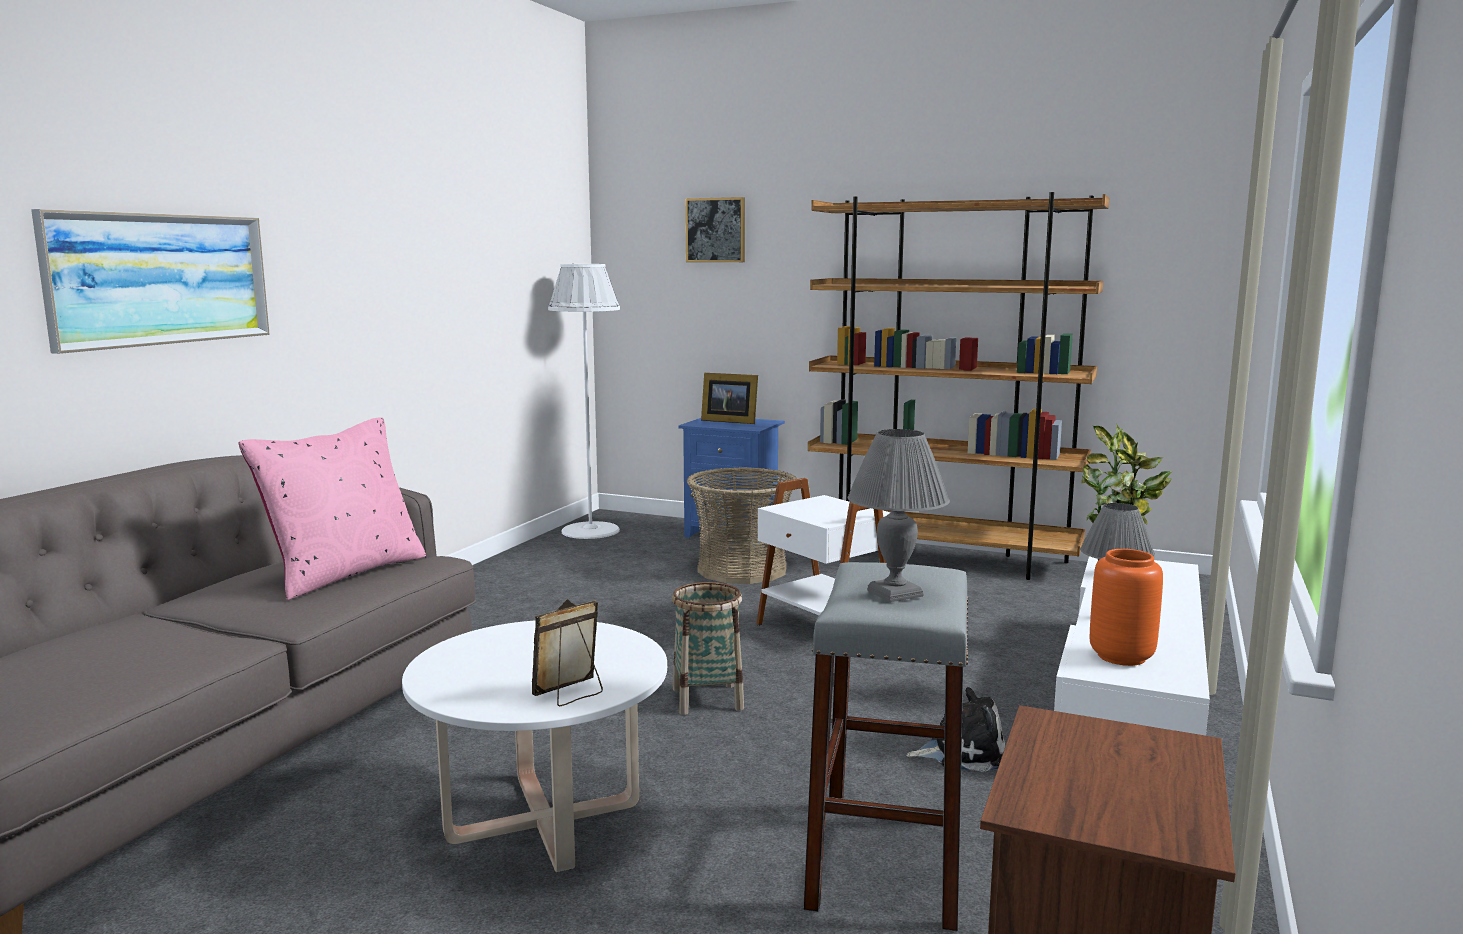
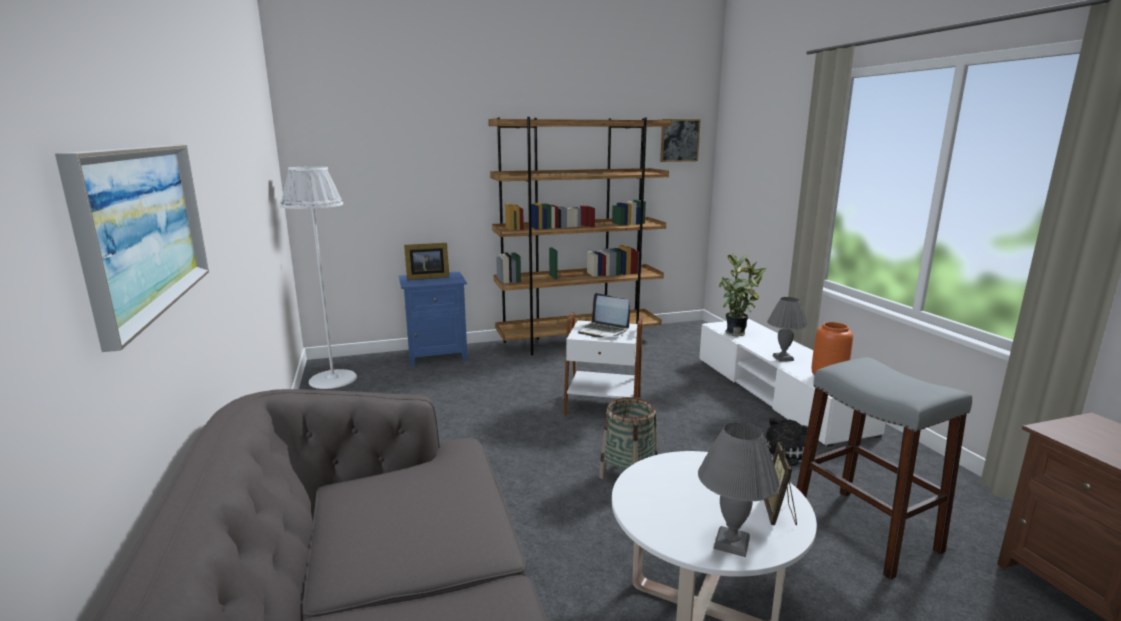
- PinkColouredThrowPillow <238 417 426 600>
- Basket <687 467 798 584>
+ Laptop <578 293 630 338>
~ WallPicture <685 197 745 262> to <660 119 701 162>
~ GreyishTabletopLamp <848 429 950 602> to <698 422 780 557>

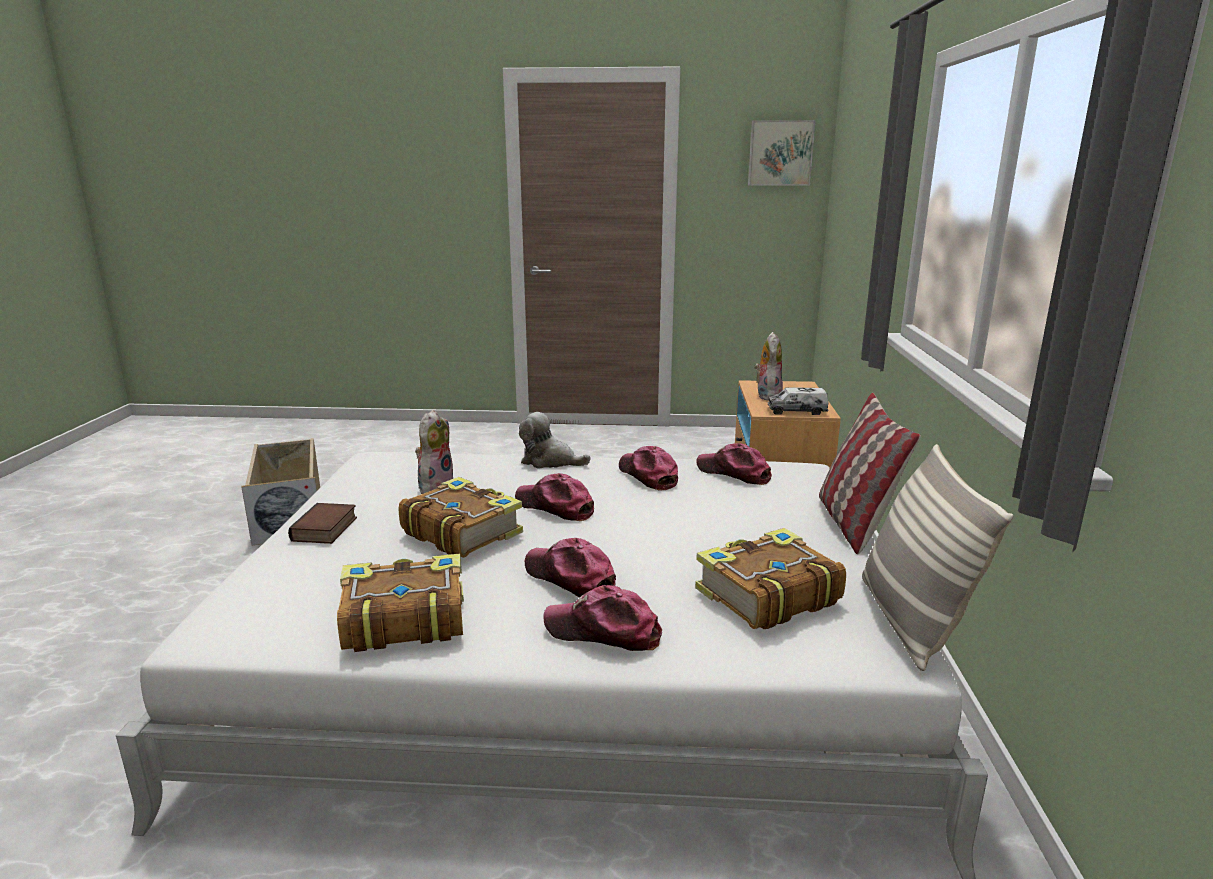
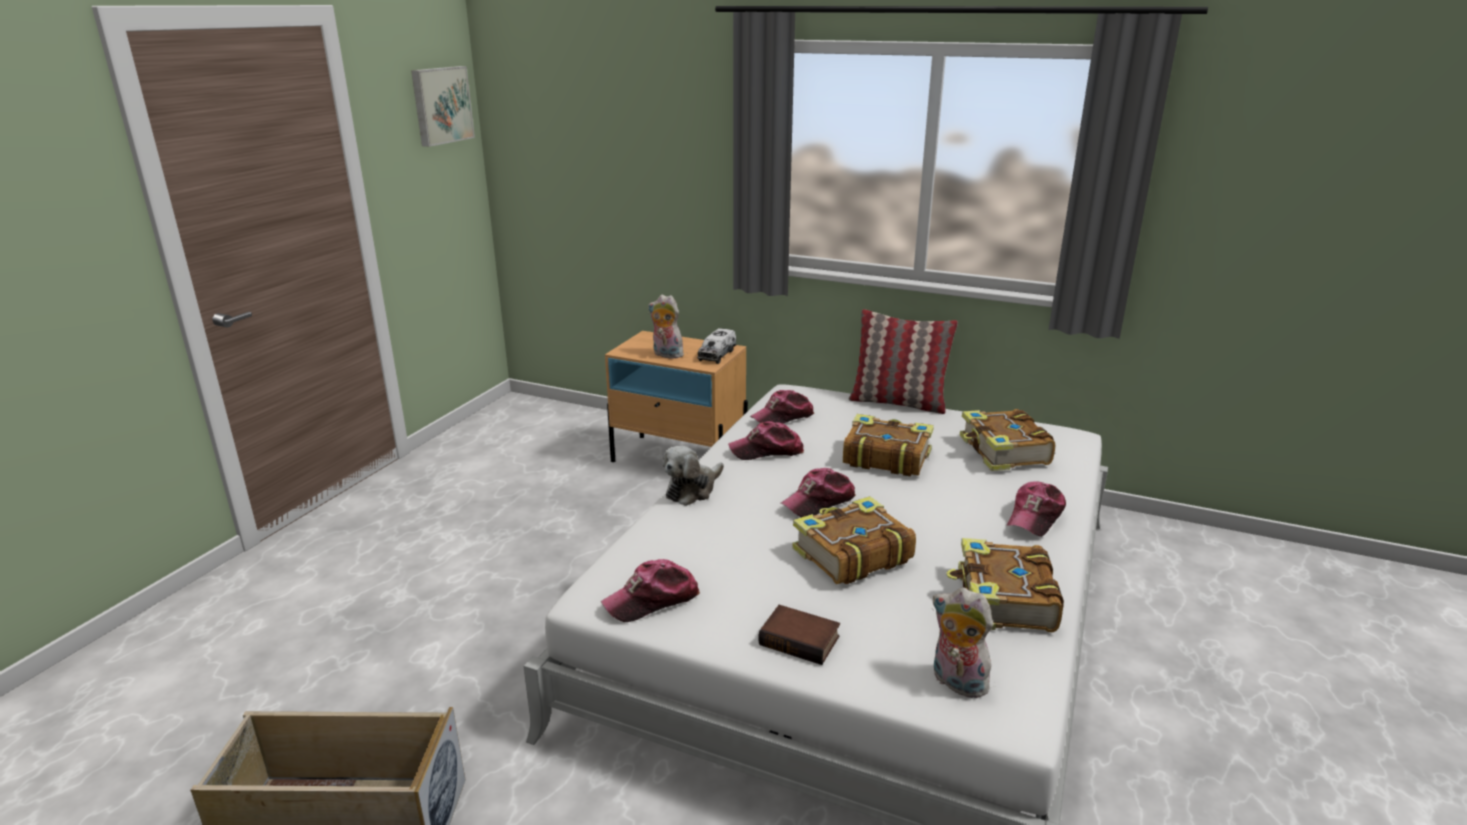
- ThrowPillow <862 444 1013 671>
+ BoundBook <843 414 934 477>
~ PlushToy <415 410 453 494> to <933 588 993 698>
~ PeakedCap <524 538 616 597> to <601 559 700 622>

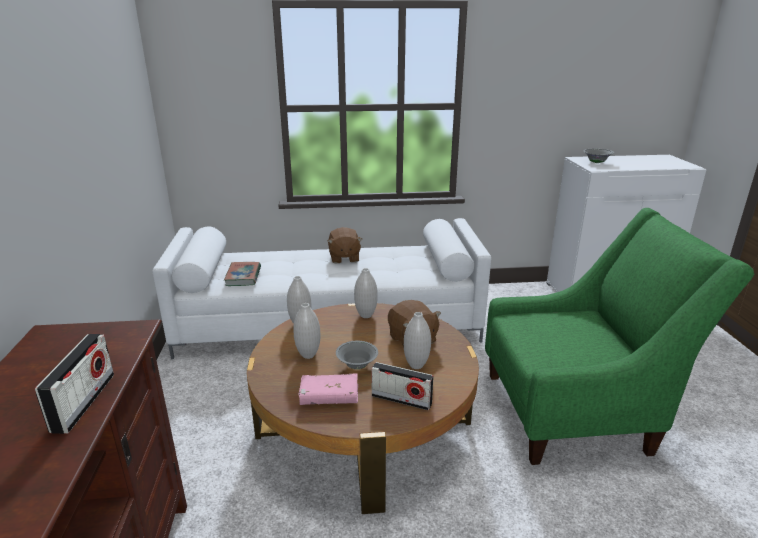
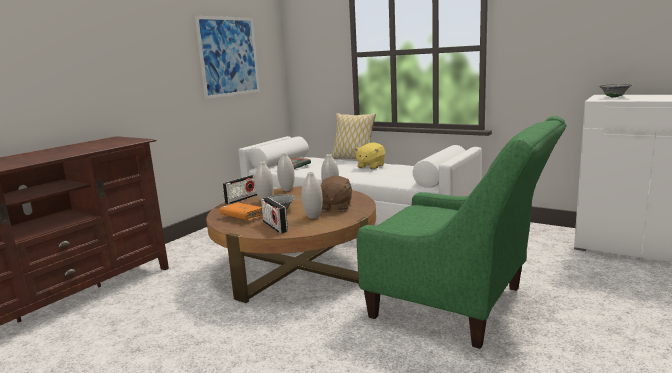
+ WallPicture <195 16 260 99>
+ ThrowPillow <331 113 376 159>
~ RadioReceiver <35 334 114 434> to <223 175 257 204>
~ PinkColouredBoundBook <298 373 358 405> to OrangeyBoundBook <220 202 262 220>
~ BrownColouredPlushToy <328 227 362 264> to YellowPlushToy <354 142 385 169>

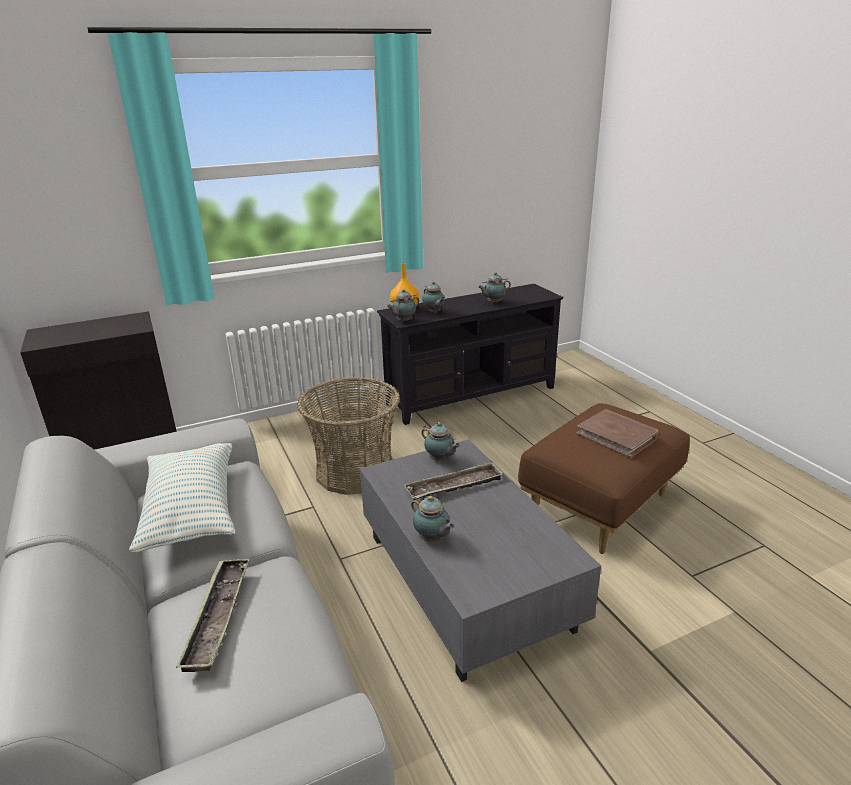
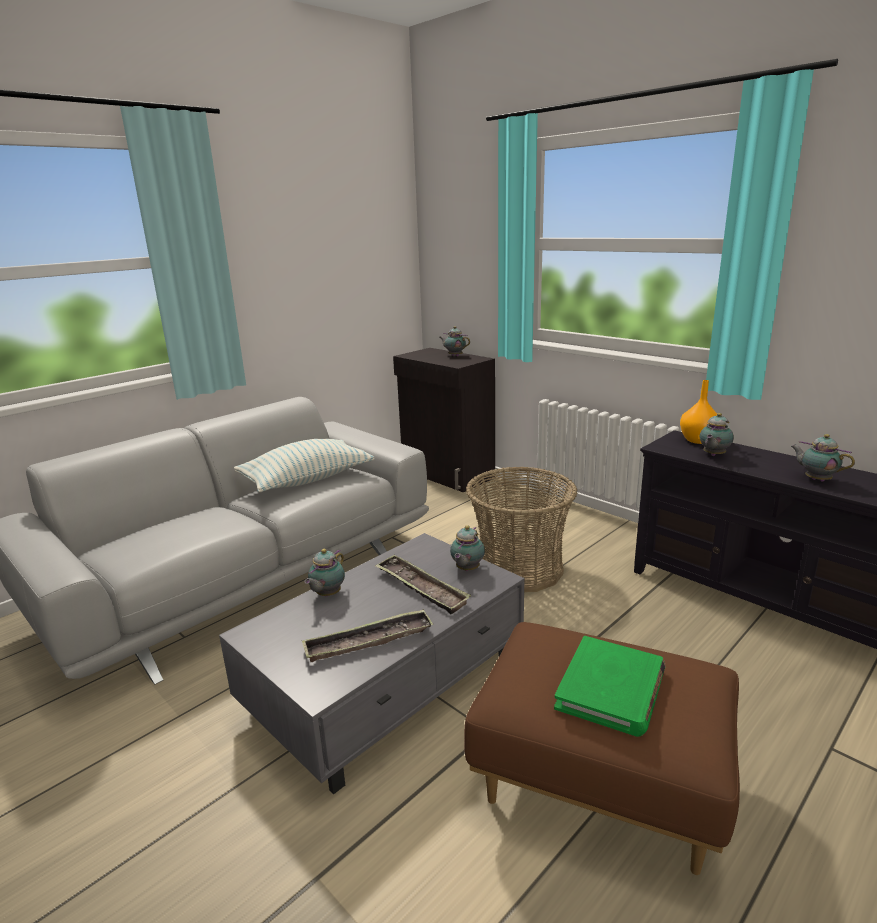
~ CarryingTray <176 559 249 672> to <302 609 433 662>
~ Teapot <387 289 419 322> to <439 326 470 357>
~ BrownColouredBoundBook <576 409 659 458> to GreenishBoundBook <554 636 666 737>

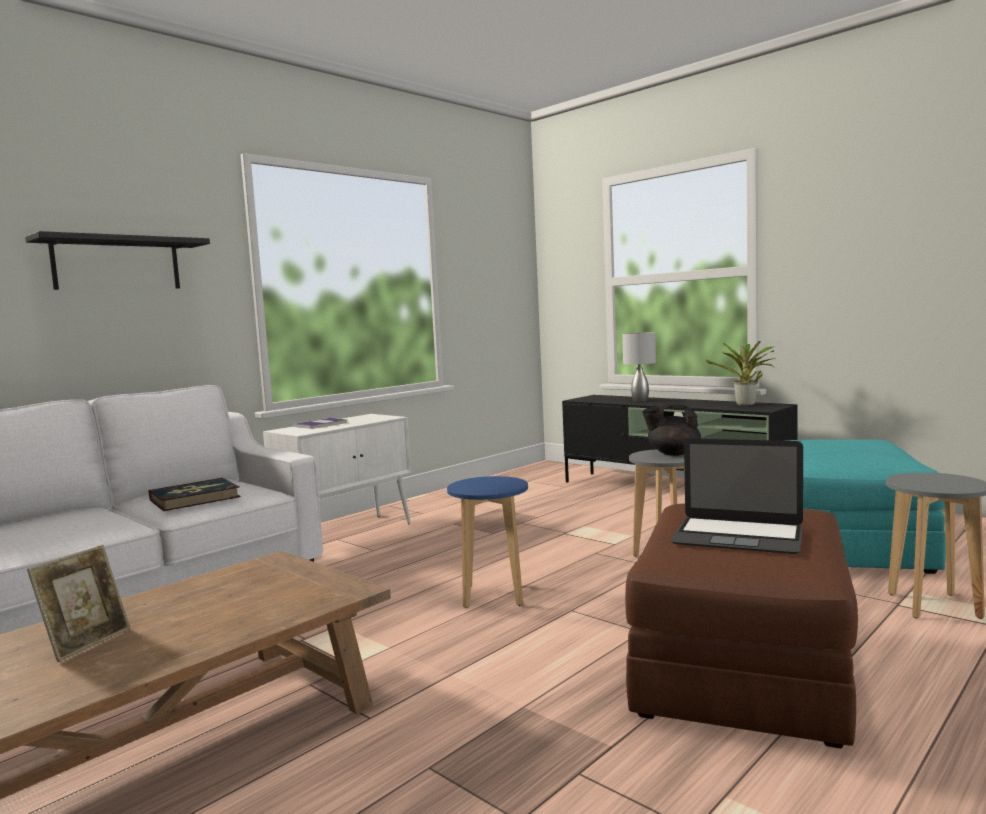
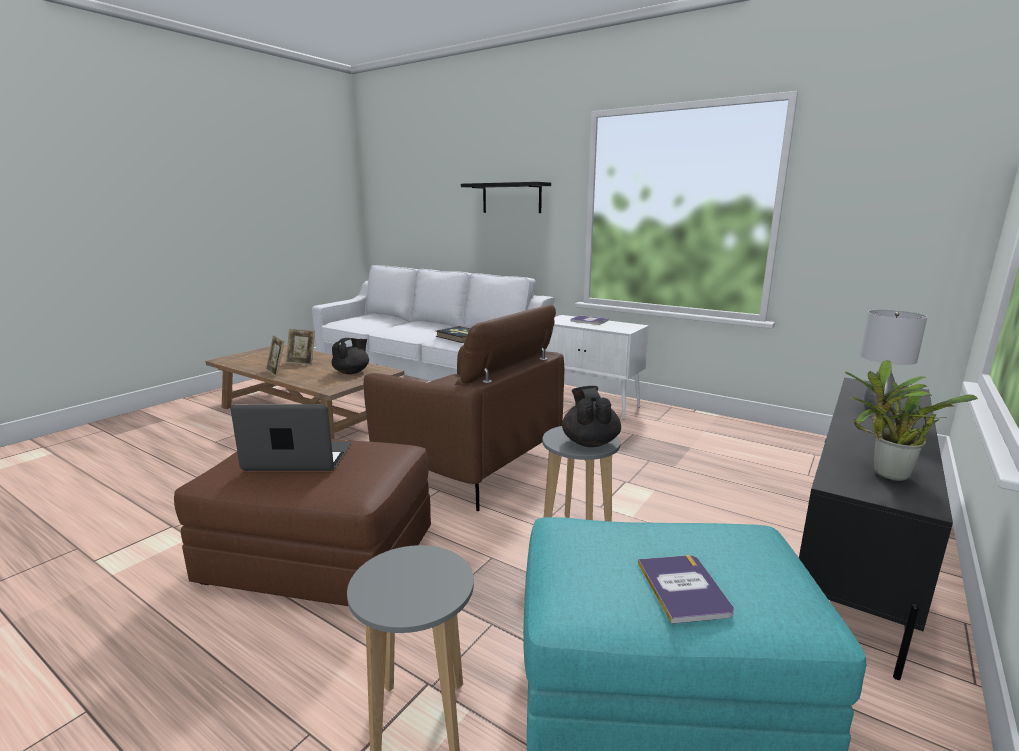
+ PictureFrame <266 335 284 377>
+ BlackColouredTeapot <332 338 369 374>
+ BoundBook <638 555 734 624>
~ BluishSittingStool <447 476 528 608> to BrownColouredEasyChair <364 304 564 511>
~ Laptop <671 438 803 554> = <231 404 352 471> 75 degrees clockwise

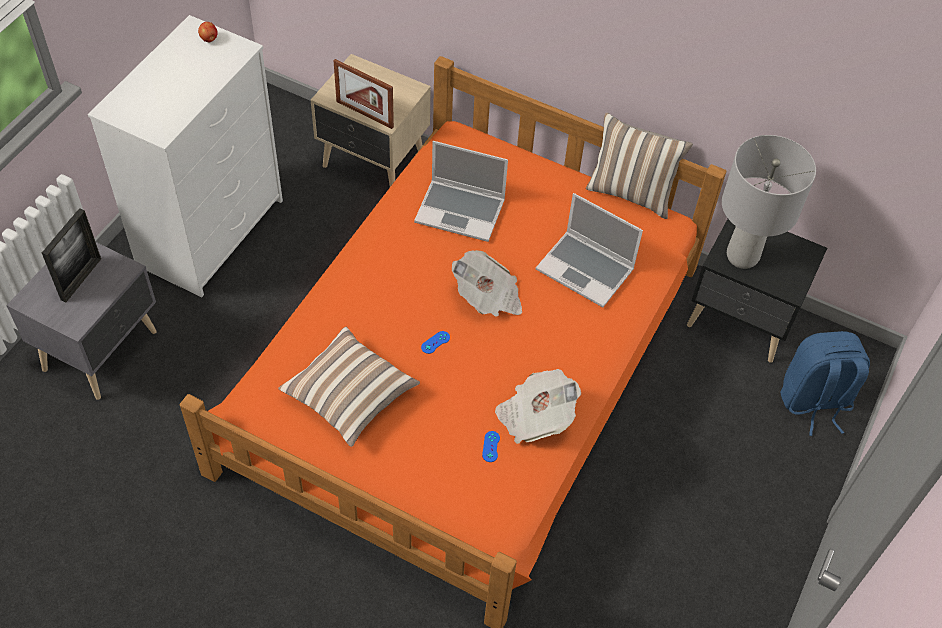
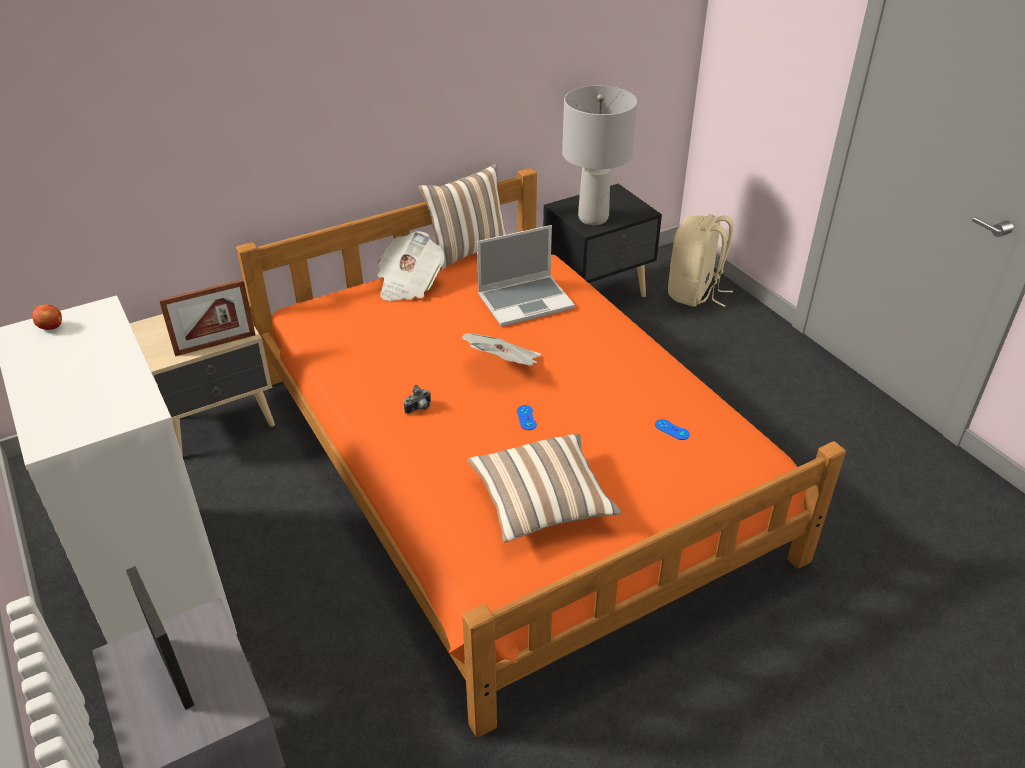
- Laptop <414 141 508 242>
+ StillCamera <404 385 431 414>
~ PrintedPaper <495 369 581 444> to <377 231 445 301>
~ BluishBackpack <780 331 870 436> to BeigeColouredBackpack <668 214 734 307>

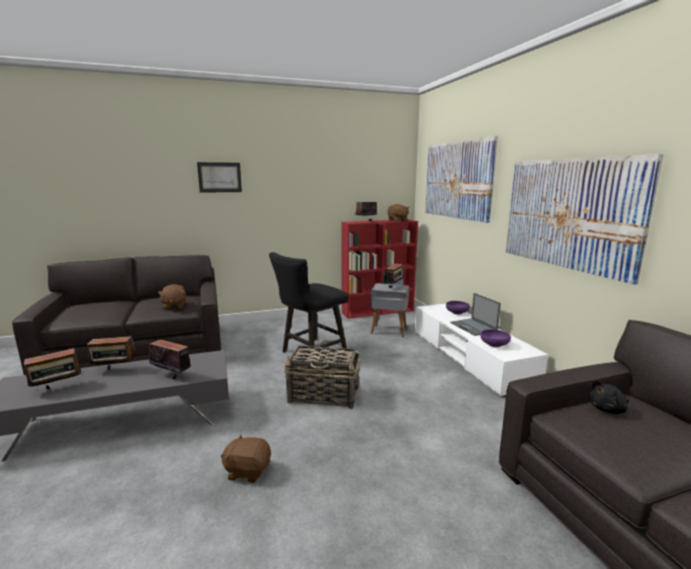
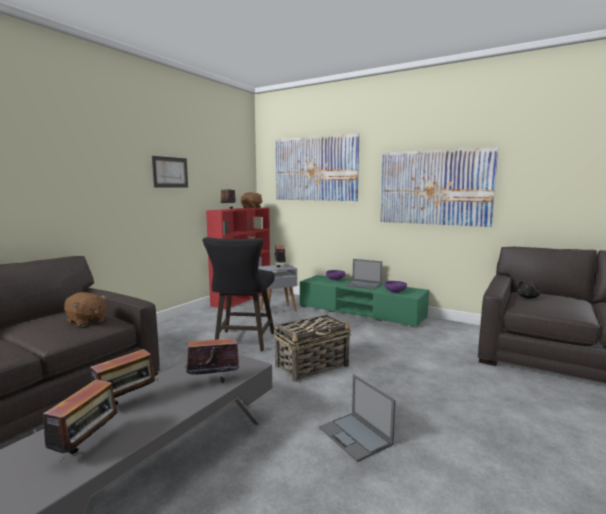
~ WallPicture <197 162 242 193> to <152 156 188 187>
~ BrownColouredPlushToy <221 434 271 483> to Laptop <319 374 395 462>
~ WhitishMediaConsole <415 304 548 398> to GreenishMediaConsole <300 275 429 328>

